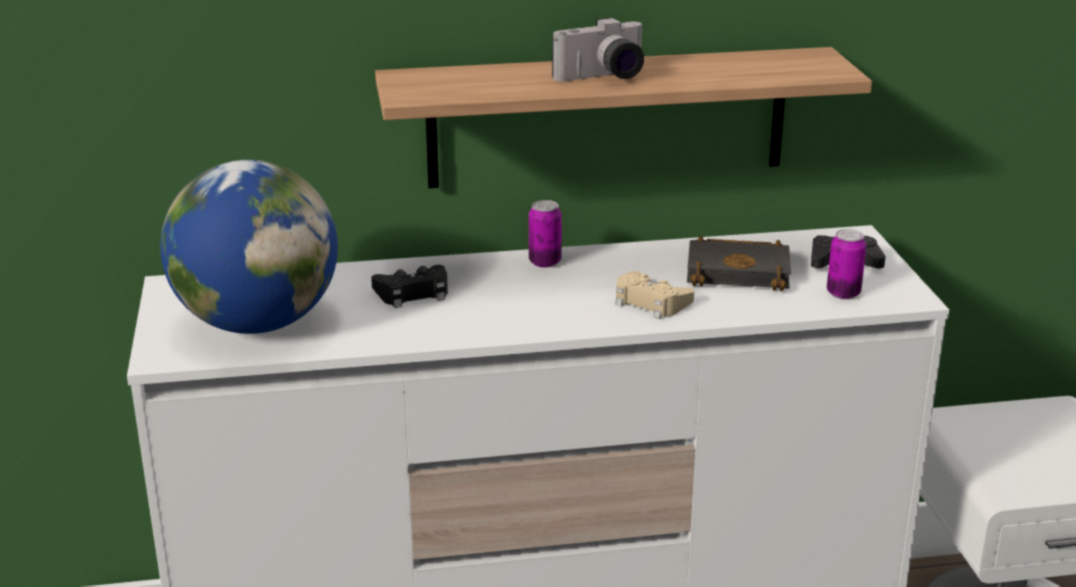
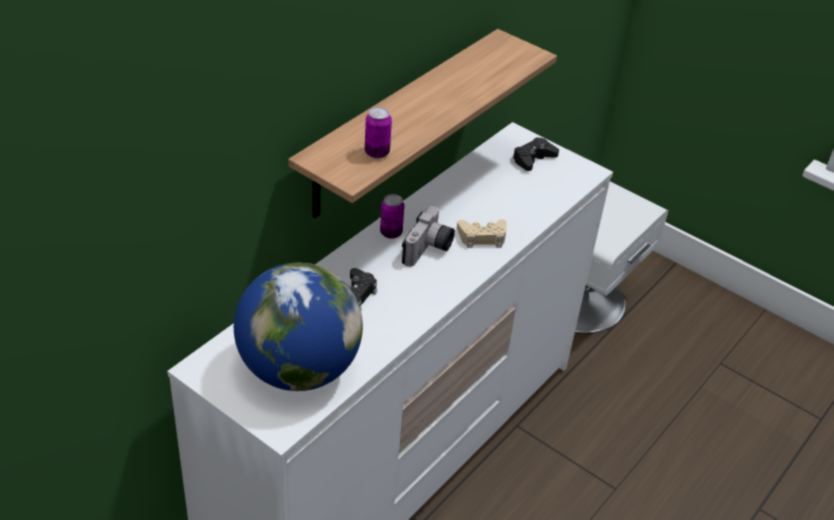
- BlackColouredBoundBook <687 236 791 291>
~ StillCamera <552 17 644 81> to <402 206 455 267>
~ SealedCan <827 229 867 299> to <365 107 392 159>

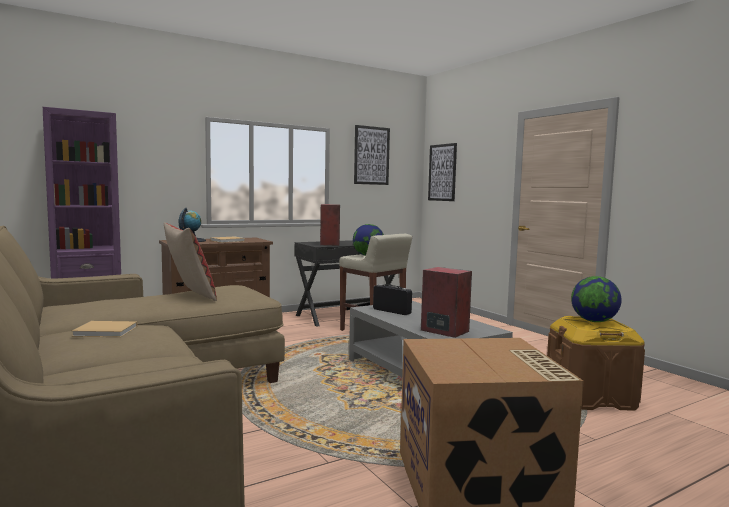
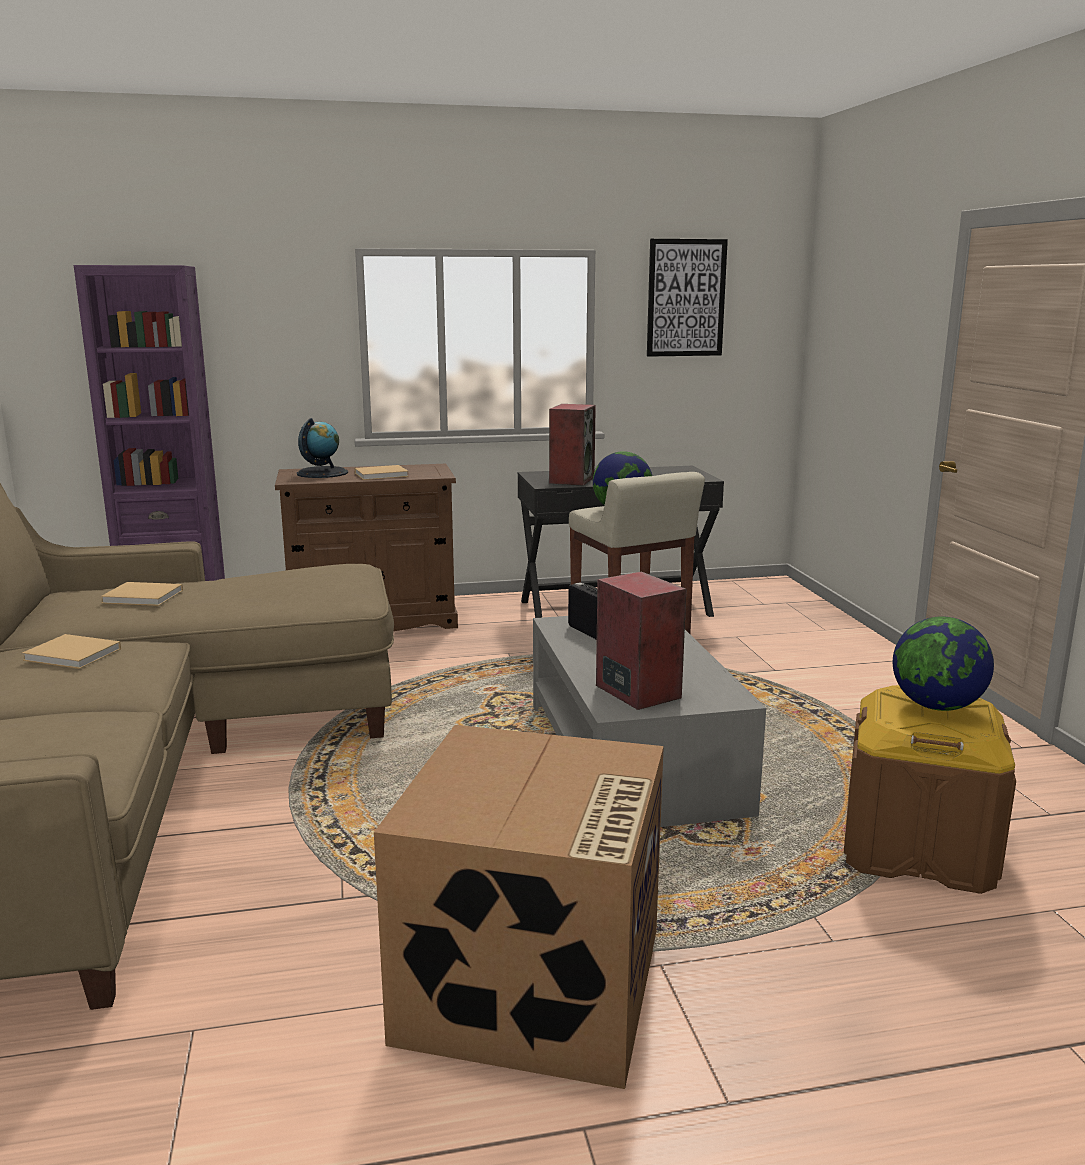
- ThrowPillow <164 222 217 301>
- WallPicture <428 143 457 201>
+ BeigeColouredBoundBook <100 582 183 606>

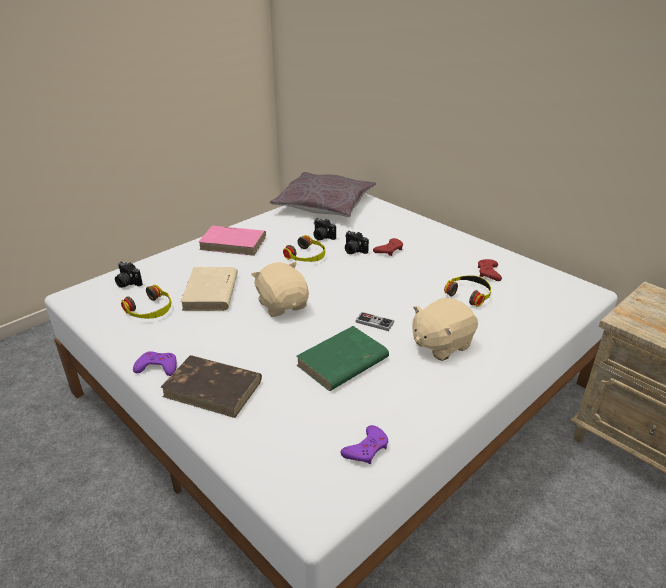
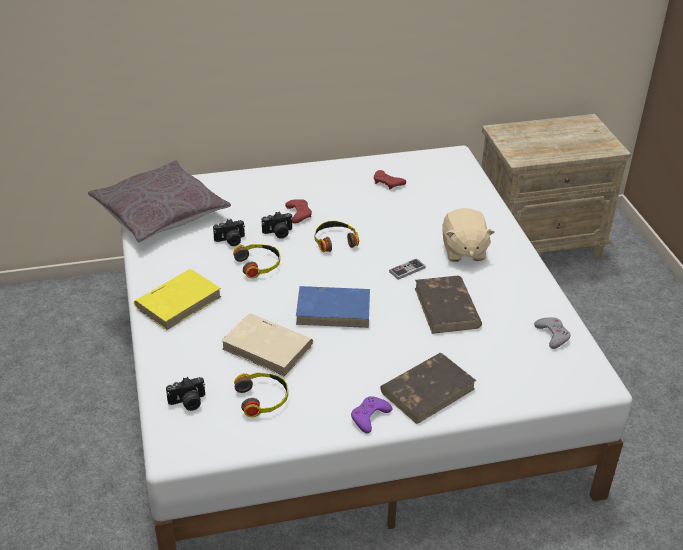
~ Headphones <444 275 491 307> to <315 221 359 252>
~ BeigeColouredPlushToy <251 262 309 317> to BluishBoundBook <296 286 370 328>
~ PinkColouredBoundBook <198 226 266 256> to YellowBoundBook <134 269 221 330>
~ GreenishBoundBook <296 326 389 391> to BrownColouredBoundBook <415 276 482 334>
~ PurplishGameController <341 425 389 464> to GreyishGameController <534 317 571 349>

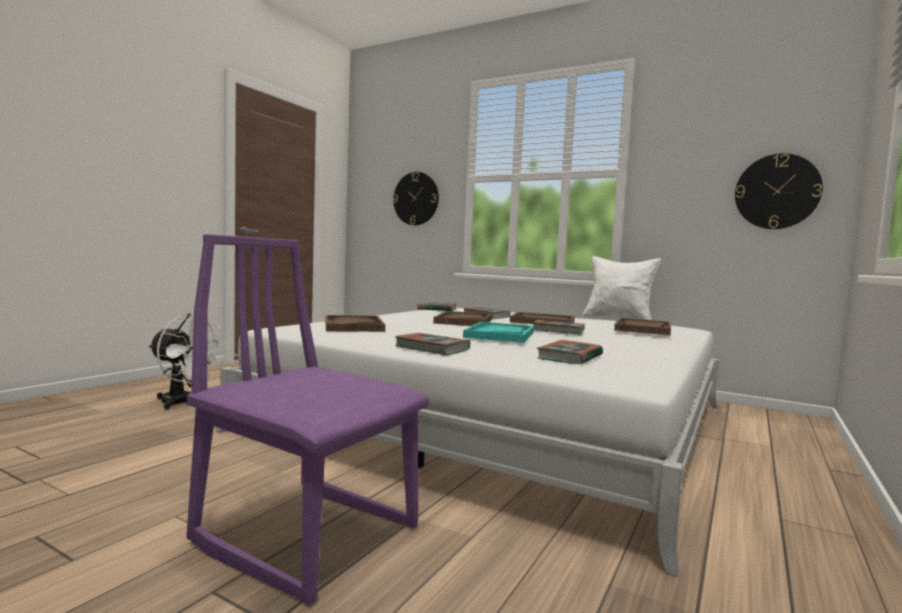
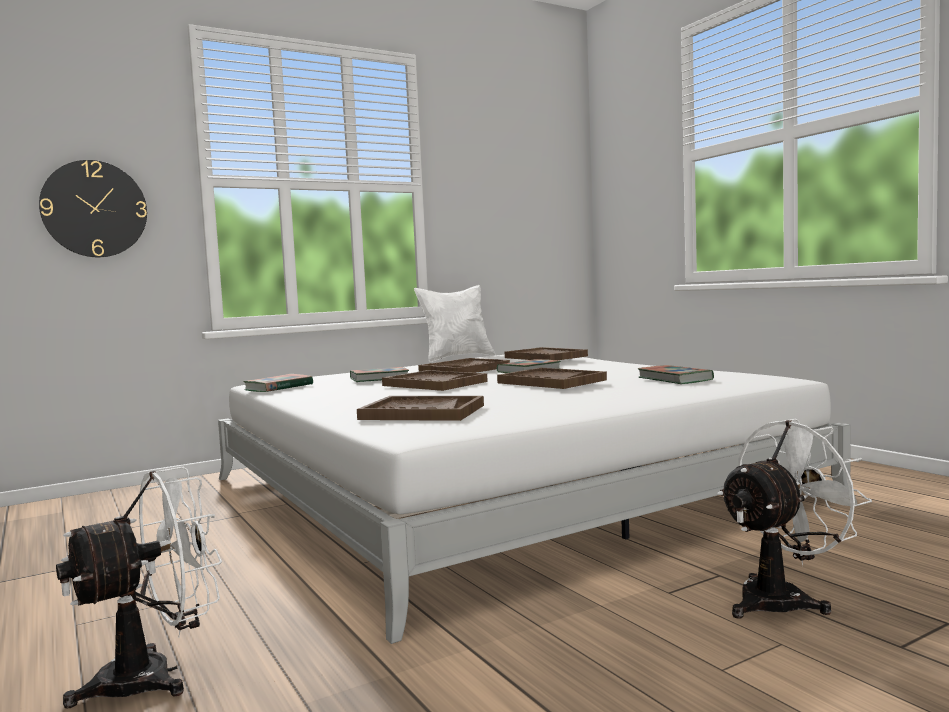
- BoundBook <395 333 470 355>
- ClockOnTheWall <735 153 823 229>
~ PurplishPlainChair <187 234 430 606> to WhitishFan <717 419 872 619>
~ TurquoiseCarryingTray <463 322 534 343> to BrownColouredCarryingTray <497 368 607 389>

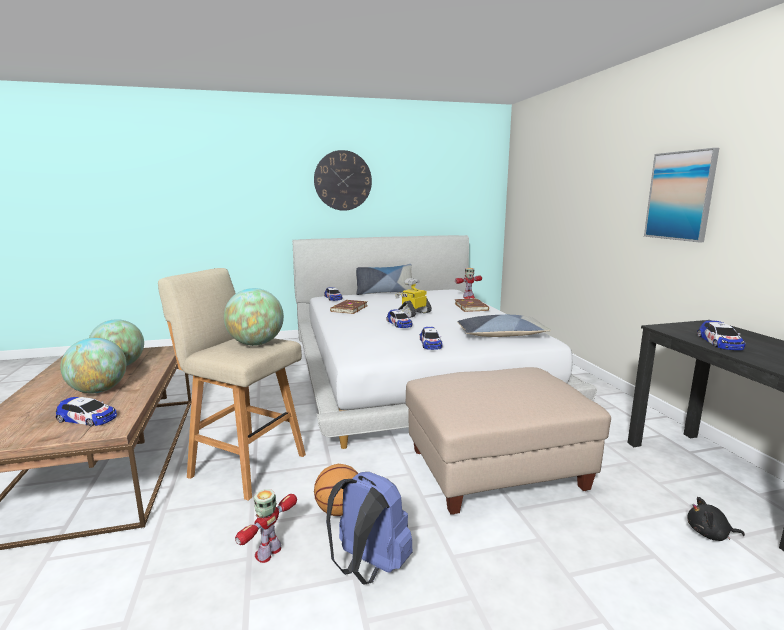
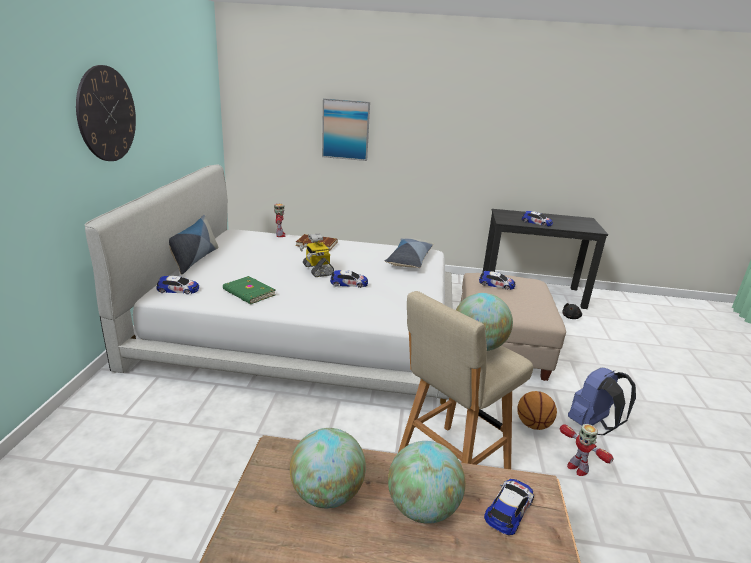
~ ModelCar <420 327 443 350> to <479 271 515 290>
~ WallPicture <644 148 719 242> to <322 98 370 161>
~ BrownColouredBoundBook <330 300 368 314> to GreenishBoundBook <223 276 276 304>

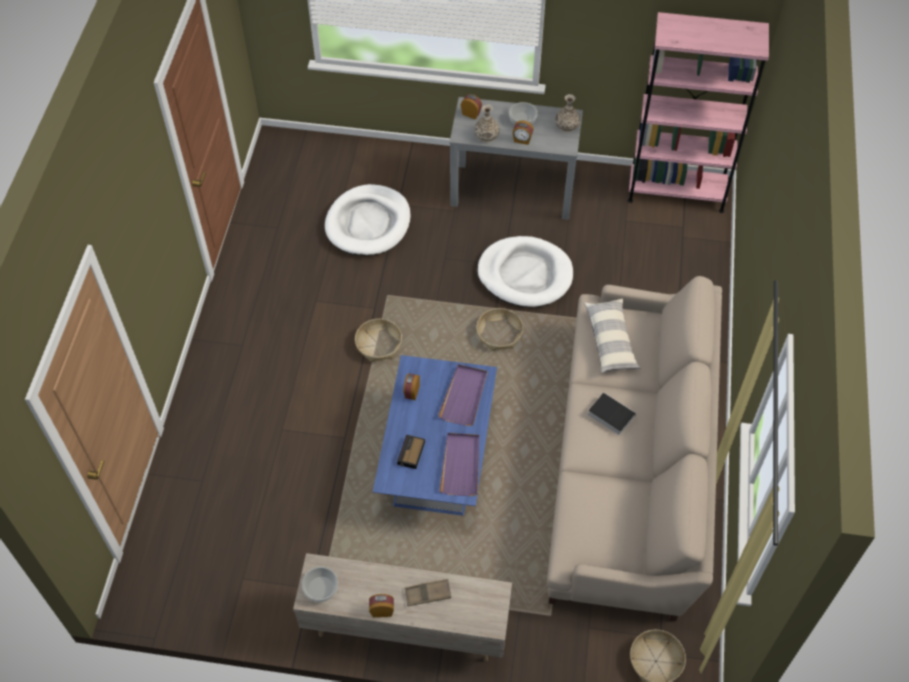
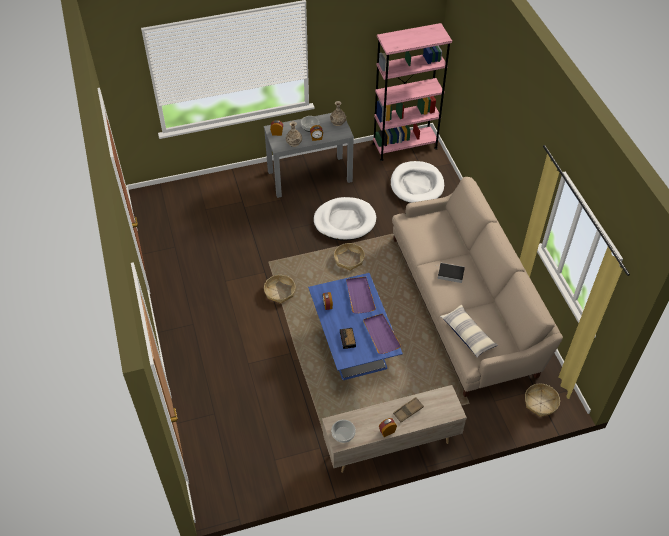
~ WhitishPetBed <325 184 411 256> to <391 161 444 203>
~ ThrowPillow <584 299 640 373> to <440 305 498 358>

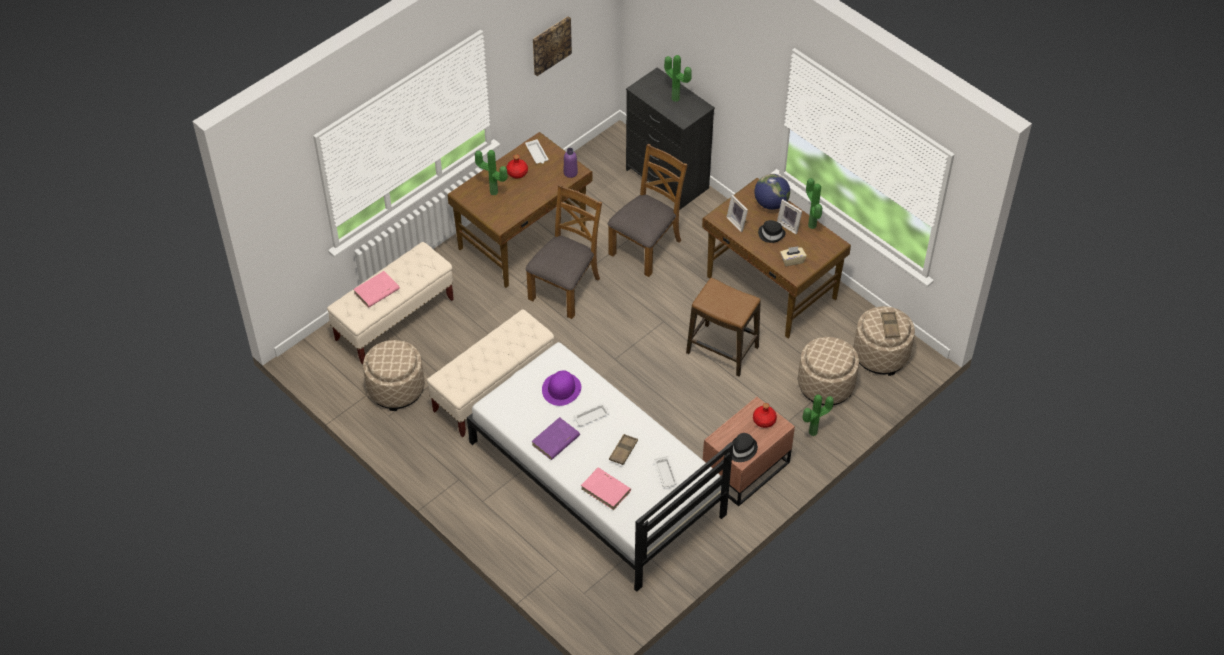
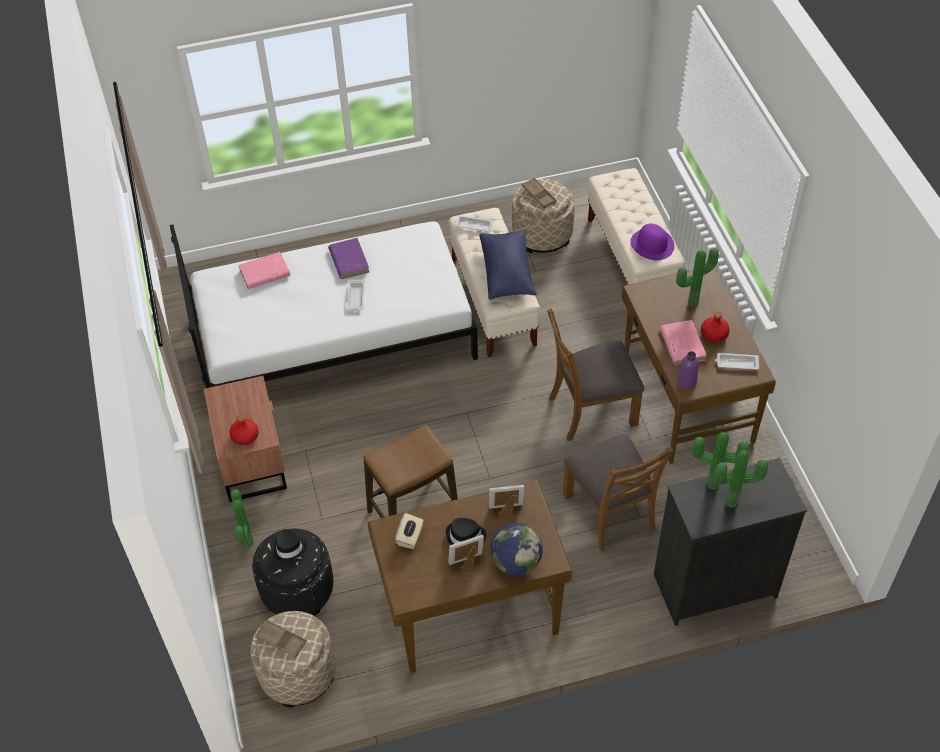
- WallPicture <533 16 572 76>
+ BluishThrowPillow <480 230 537 300>
~ PinkColouredBoundBook <353 271 400 308> to <660 320 707 366>
~ PurplishHat <542 370 581 406> to <630 224 674 260>
~ BrownColouredCarryingTray <609 434 638 465> to <522 178 557 208>
~ WhitishCarryingTray <654 456 677 488> to <455 215 493 232>
~ BlackColouredHat <732 433 758 462> to <272 529 306 561>
~ PlantInAPot <806 178 822 229> to <692 432 749 490>
~ BeigeColouredOttoman <798 337 859 406> to BlackColouredOttoman <252 528 334 616>
~ BrownColouredPlainChair <526 185 602 319> = <547 308 644 441> 105 degrees clockwise

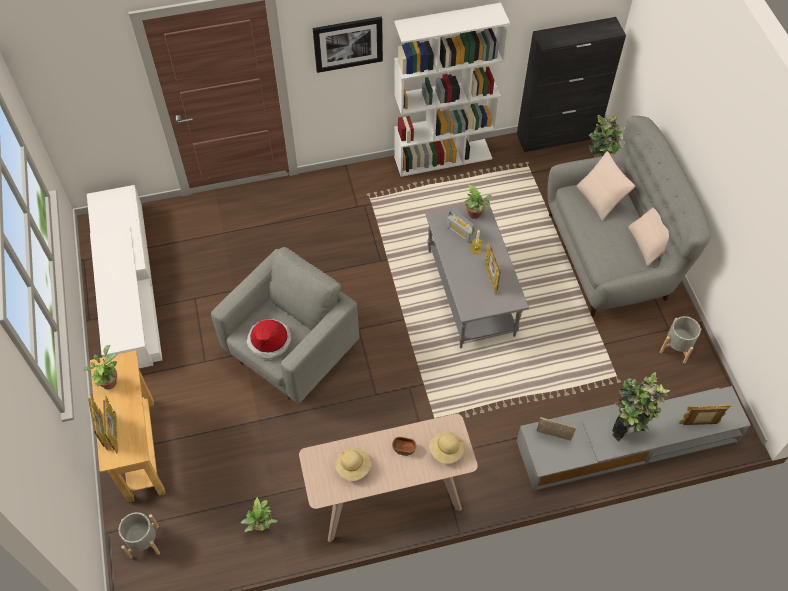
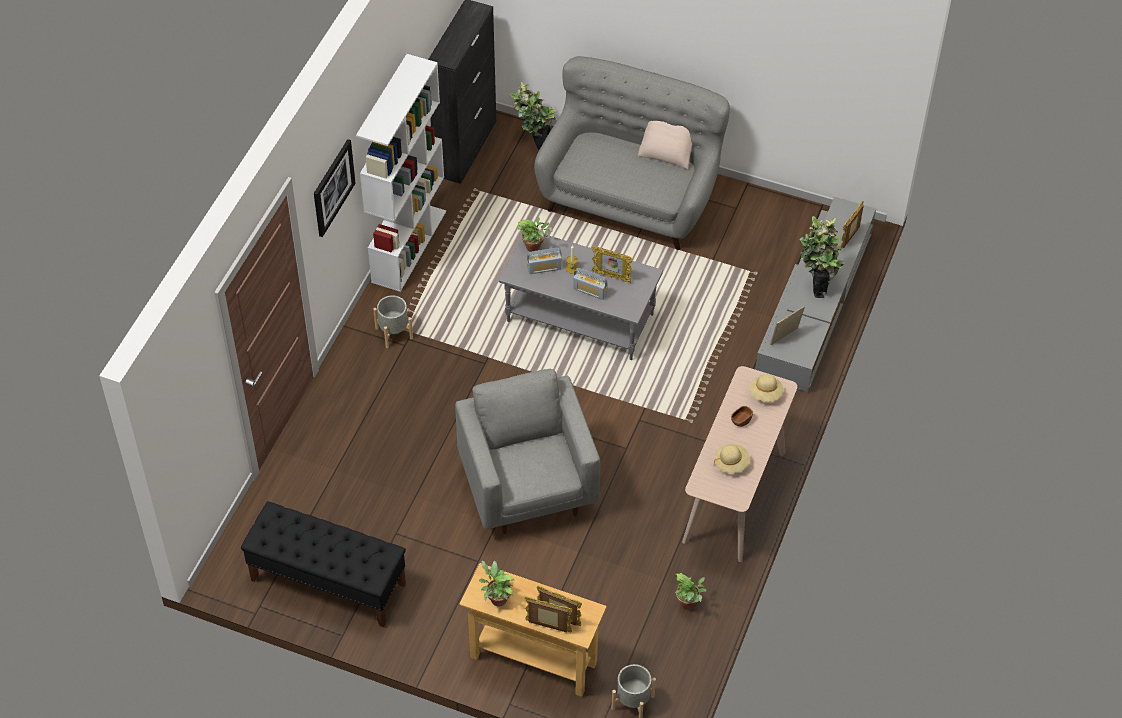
- Hat <247 319 292 359>
- BeigeColouredThrowPillow <577 151 636 221>
+ RadioReceiver <573 268 608 300>
~ GreyishPlanter <660 316 701 363> to <373 295 413 348>
~ WhitishMediaConsole <87 185 162 368> to BlackColouredLongSeat <241 501 406 627>

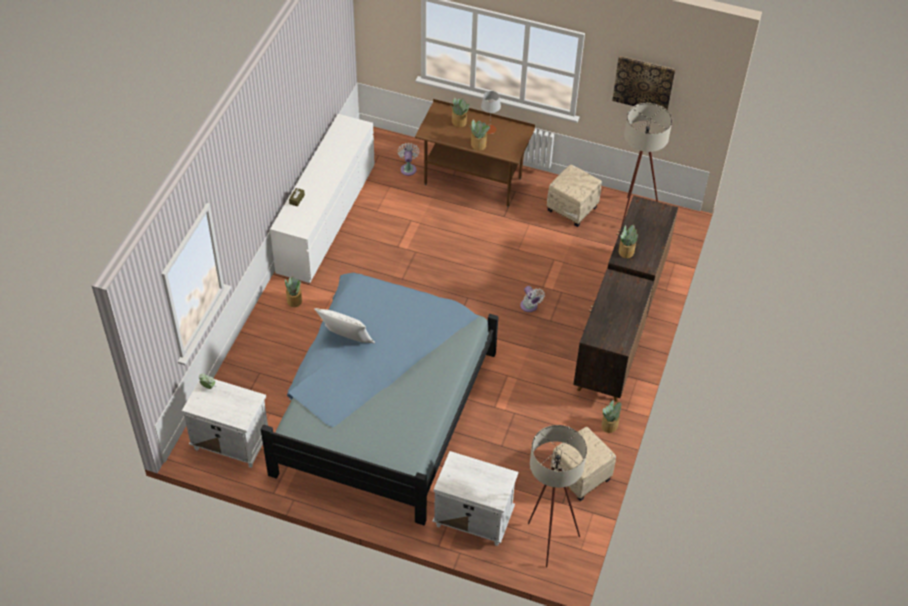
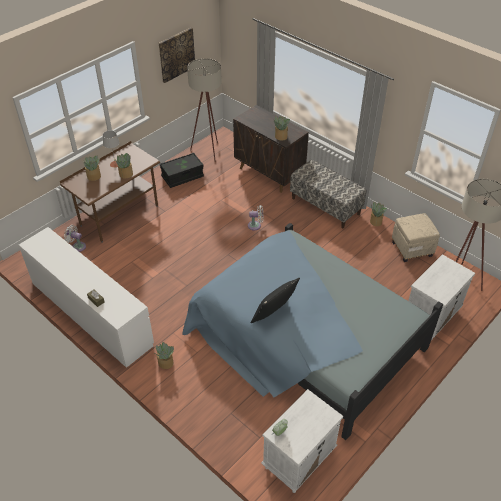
~ BeigeColouredOttoman <547 165 602 227> to BlackColouredStorageBin <160 153 204 188>
~ BrownColouredCupboard <573 269 654 402> to LongSeat <290 160 366 228>
~ WhitishThrowPillow <314 308 375 343> to BlackColouredThrowPillow <251 278 300 323>

